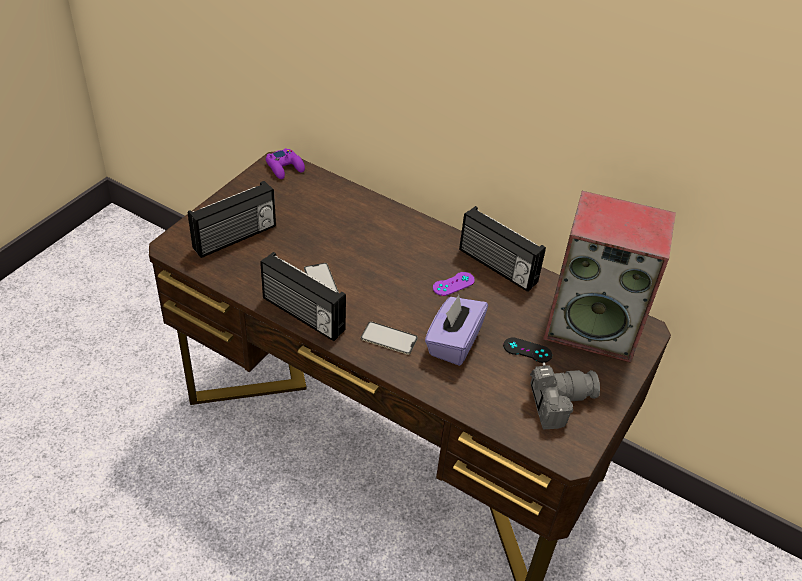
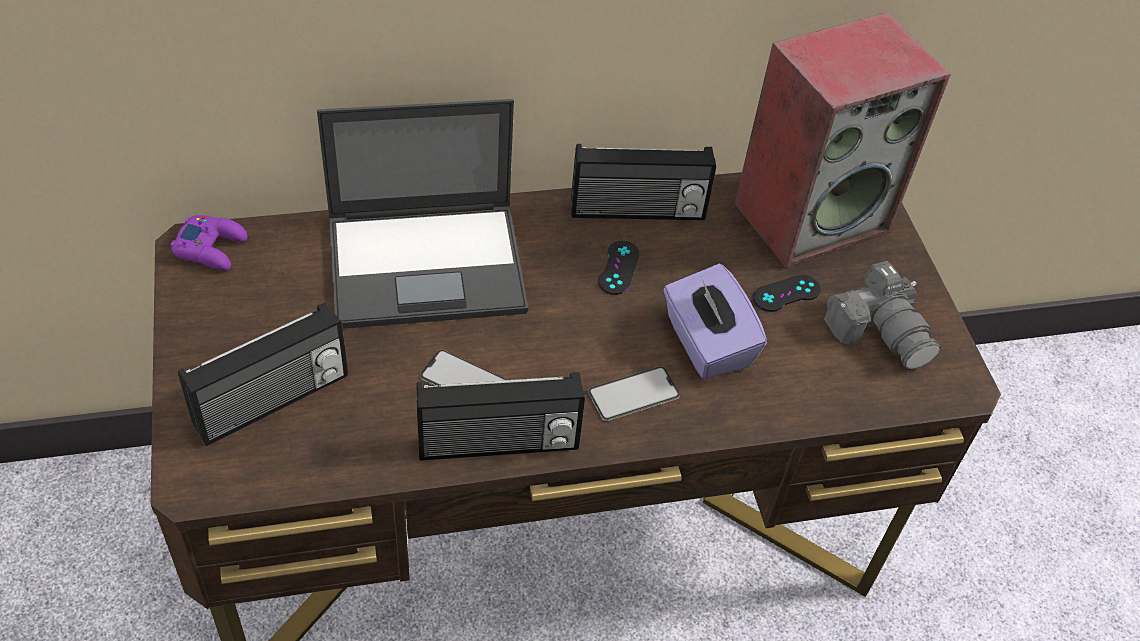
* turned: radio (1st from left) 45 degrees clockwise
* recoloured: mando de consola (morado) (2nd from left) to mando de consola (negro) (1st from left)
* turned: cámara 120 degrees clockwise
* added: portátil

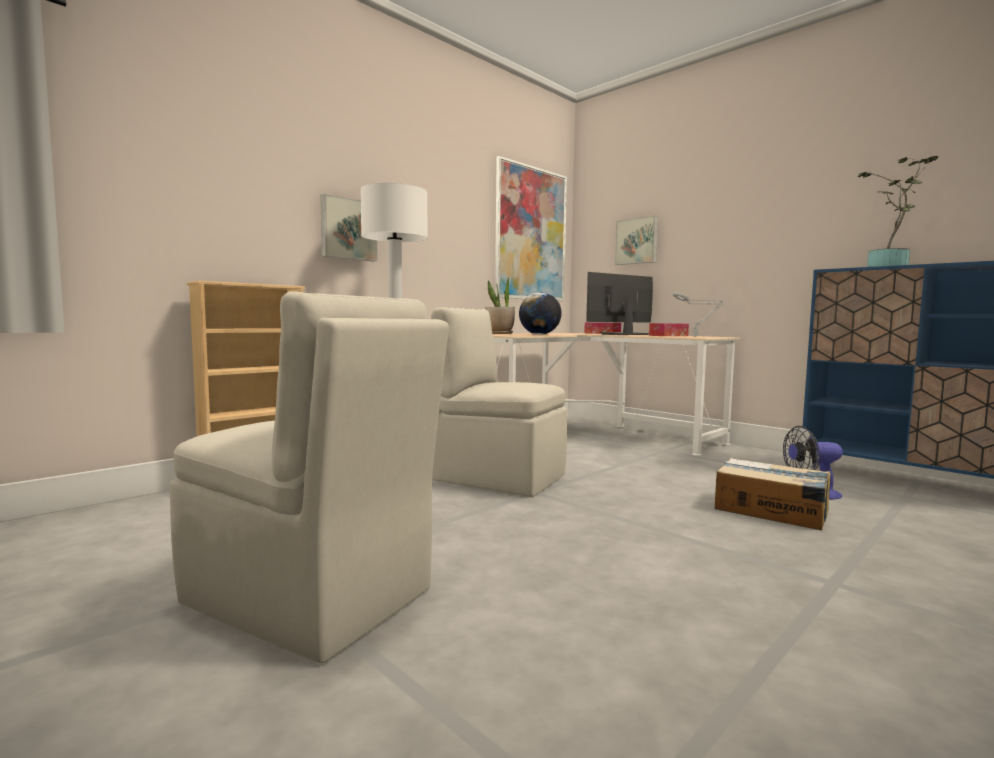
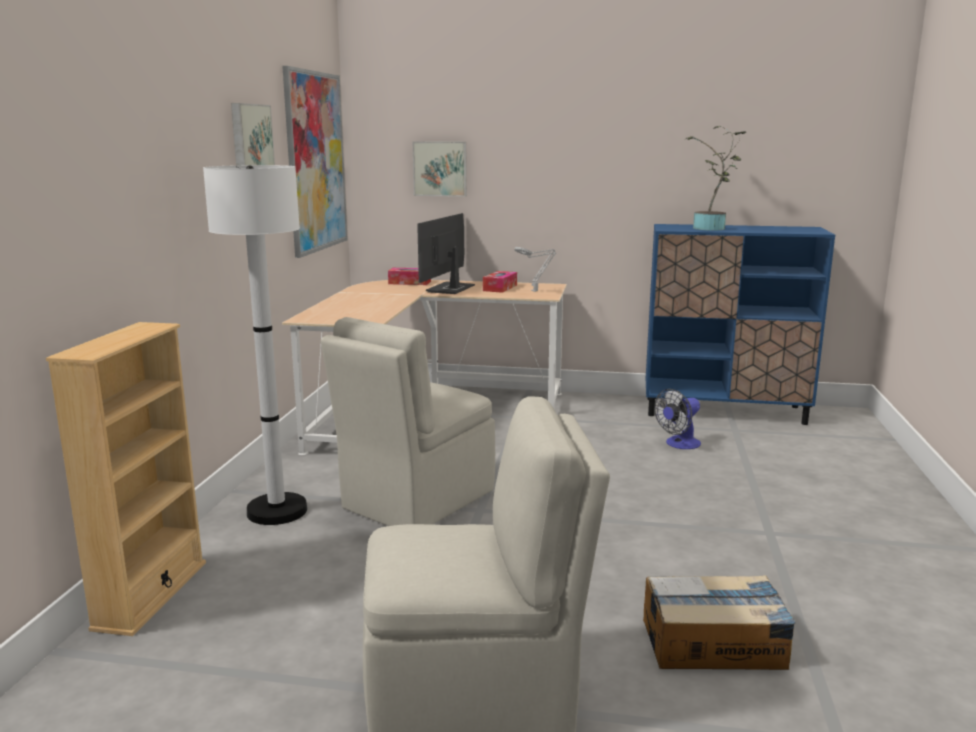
* moved: cuadro (1st from left)
* removed: planta en maceta (1st from left)
* removed: globo terráqueo
* turned: silla (beis) (2nd from left in the first image) 45 degrees counterclockwise
* moved: caja de cartón

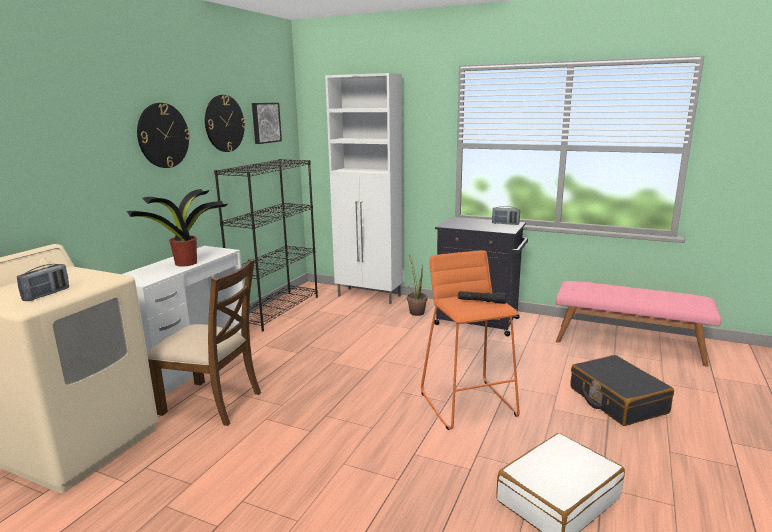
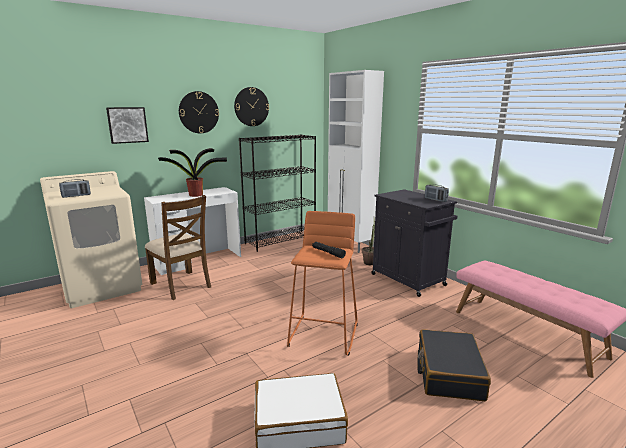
* moved: cuadro

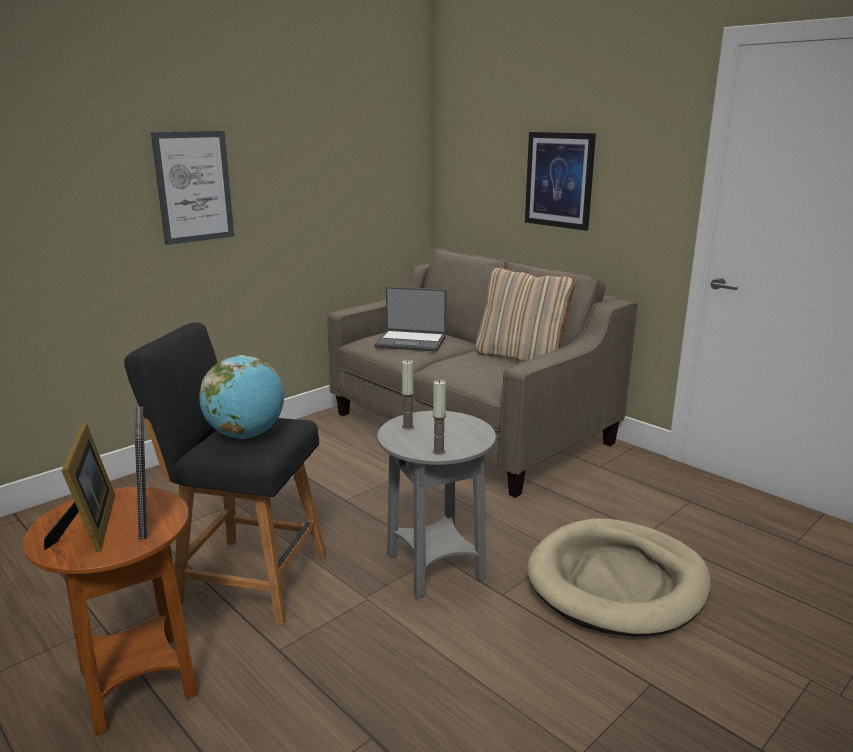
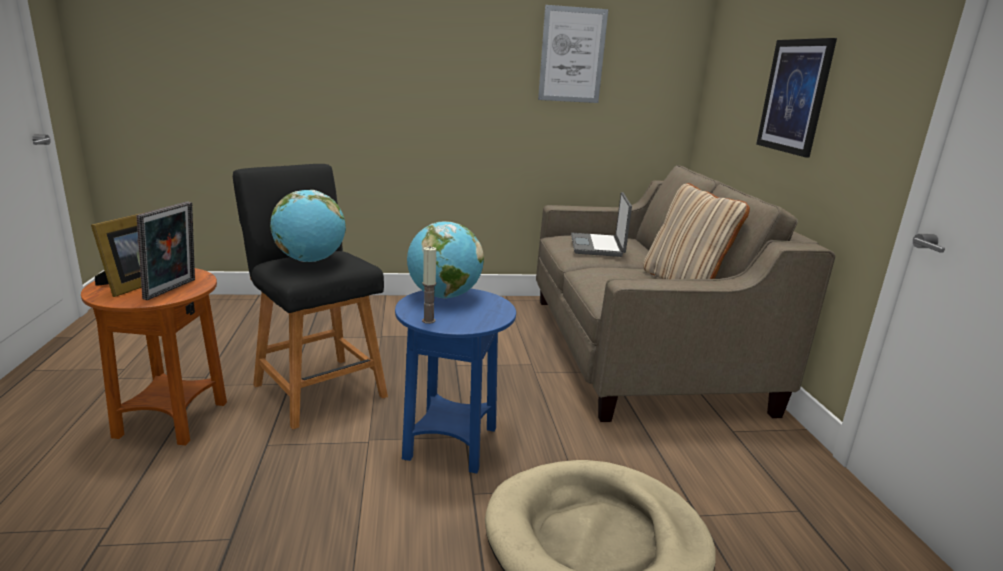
* moved: cuadro (1st from left)
* turned: portátil 45 degrees clockwise
* replaced: vela (1st from left) to globo terráqueo (2nd from left)
* recoloured: mesa auxiliar (gris) to mesa auxiliar (azul)

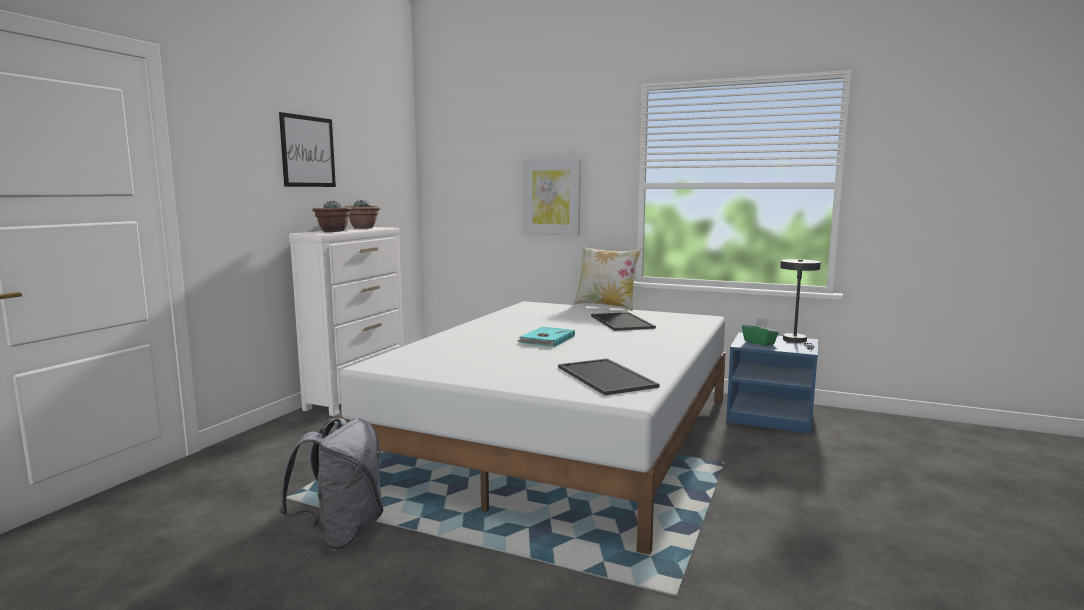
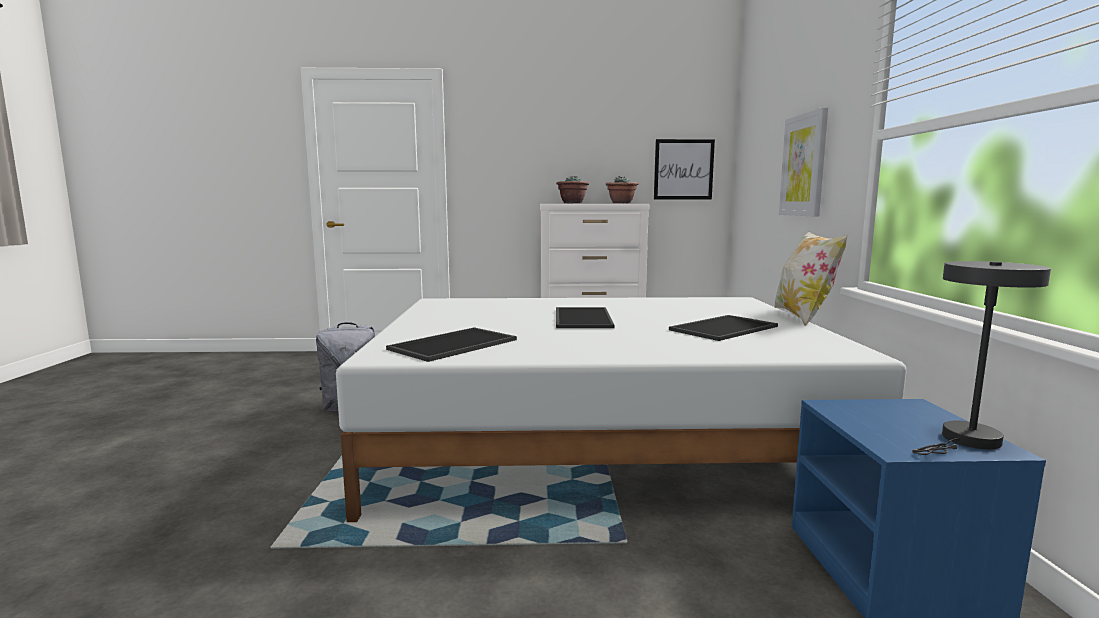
* moved: cuadro (1st from left)
* removed: caja de pañuelos (verde)
* replaced: libro (turquesa) to bandeja (2nd from left)

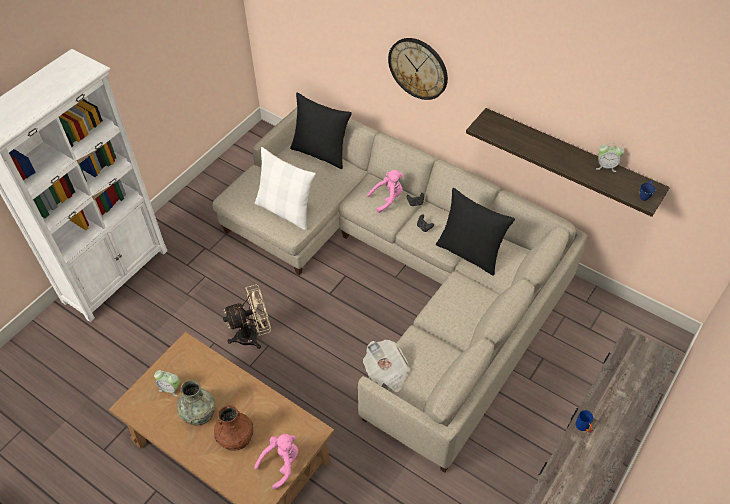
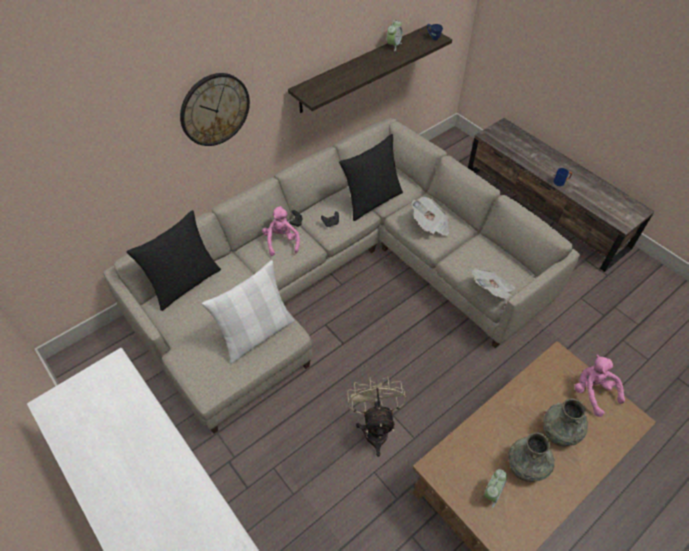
* recoloured: florero (marrón) to florero (gris) (2nd from left)
* added: periódico (1st from left)

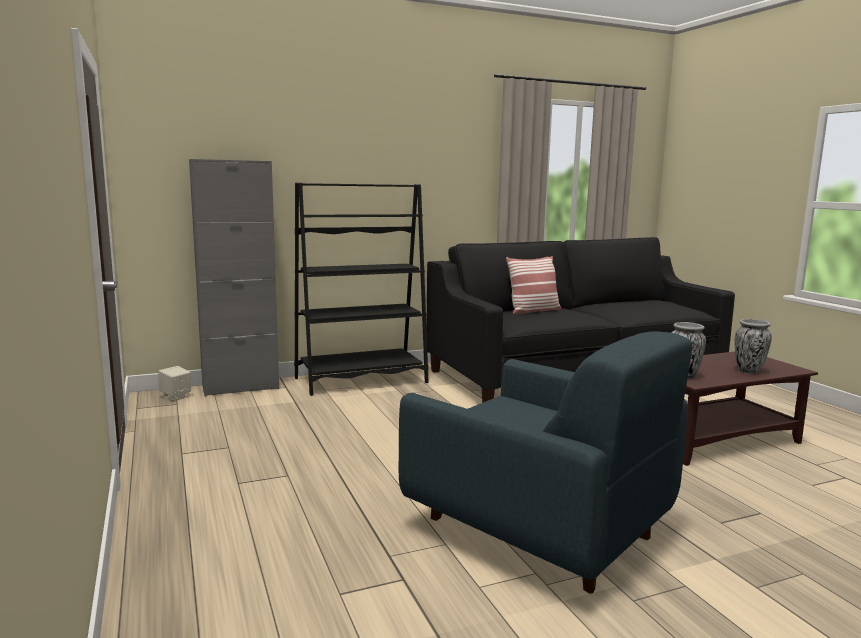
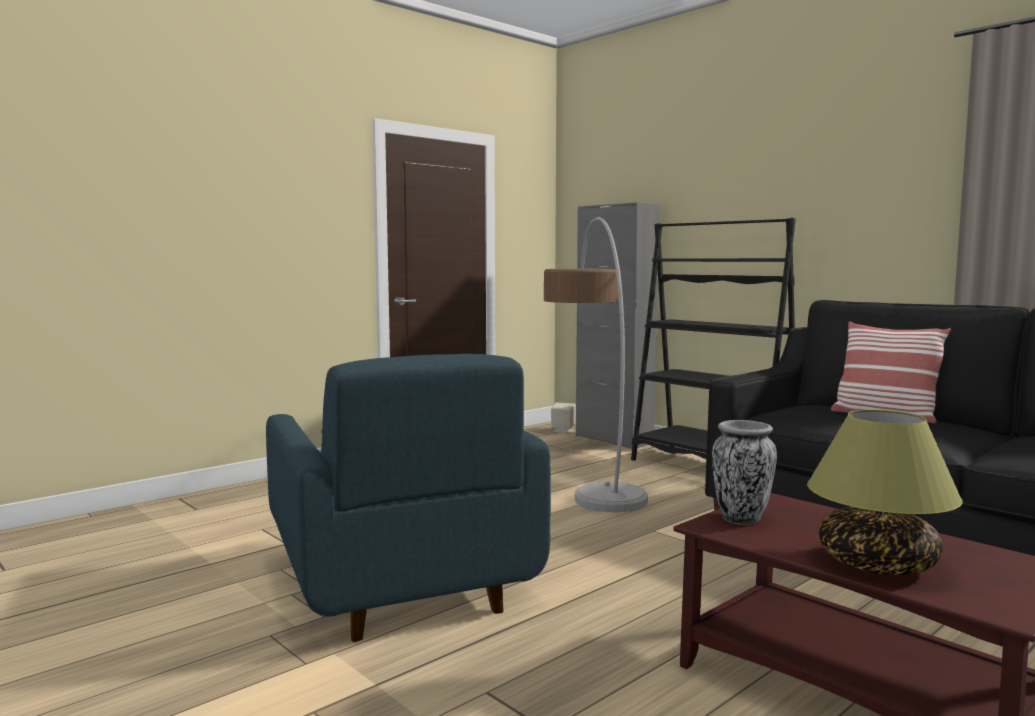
* replaced: florero (2nd from left) to lámpara de mesa
* turned: sillón (azul) 45 degrees counterclockwise
* added: lámpara de pie

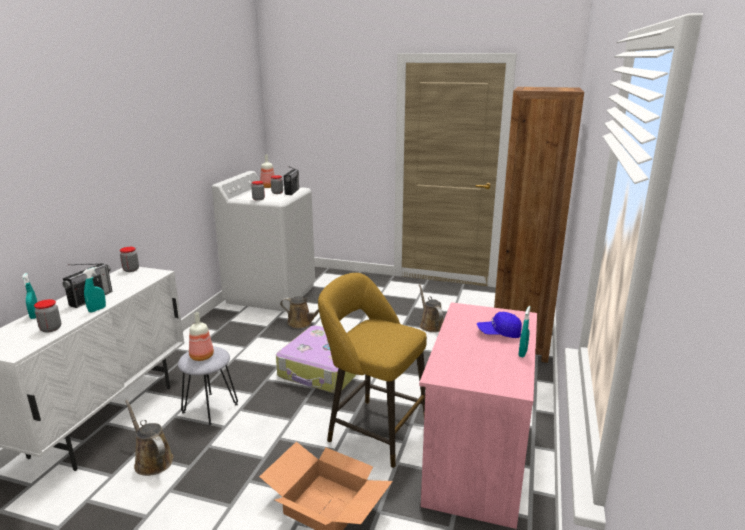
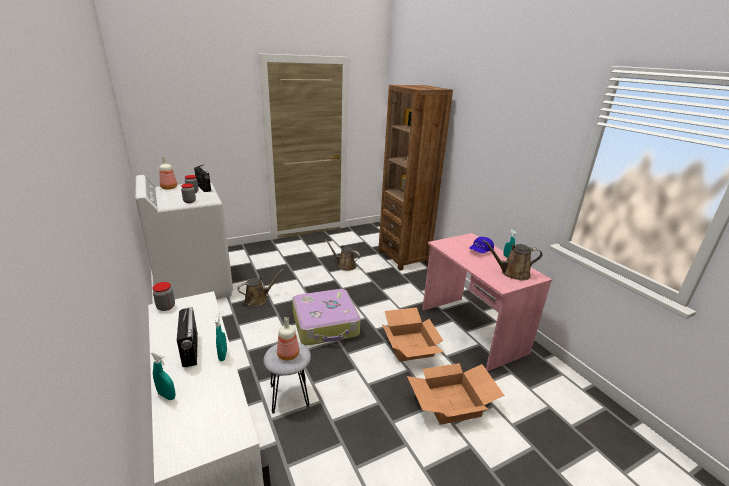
* replaced: taburete (amarillo) to caja de cartón (1st from left)
* removed: tarro (1st from left)
* moved: regadera (marrón) (1st from left in the first image) to regadera (marrón) (3rd from left)

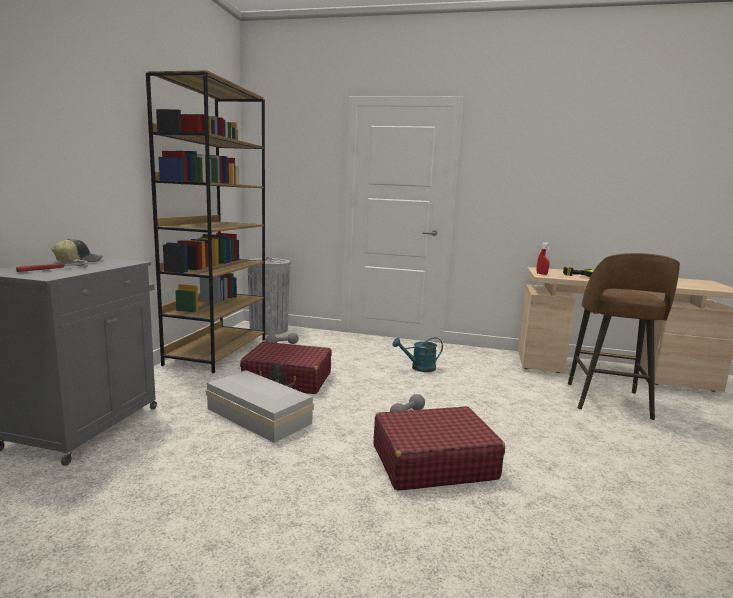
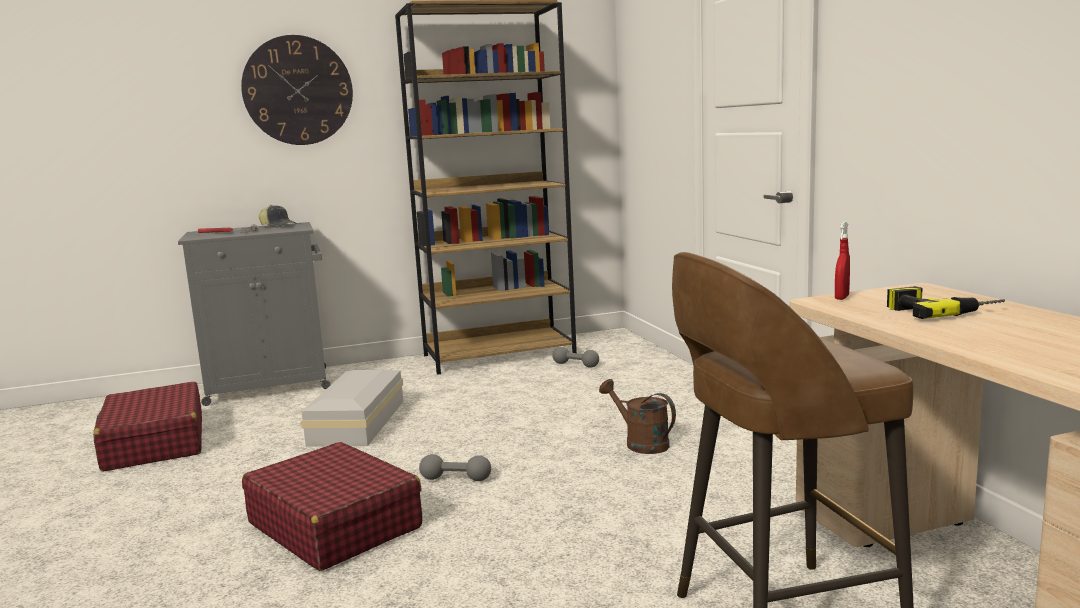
* removed: papelera (gris)
* recoloured: regadera (turquesa) to regadera (marrón)
* moved: maleta (rojo) (1st from left)
* added: reloj de pared

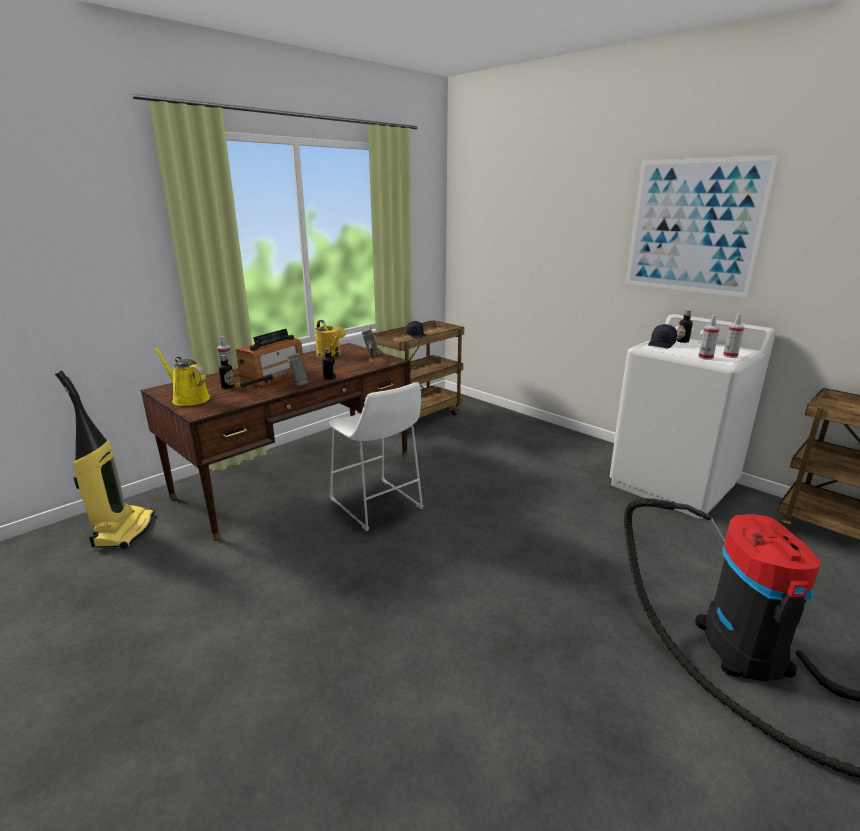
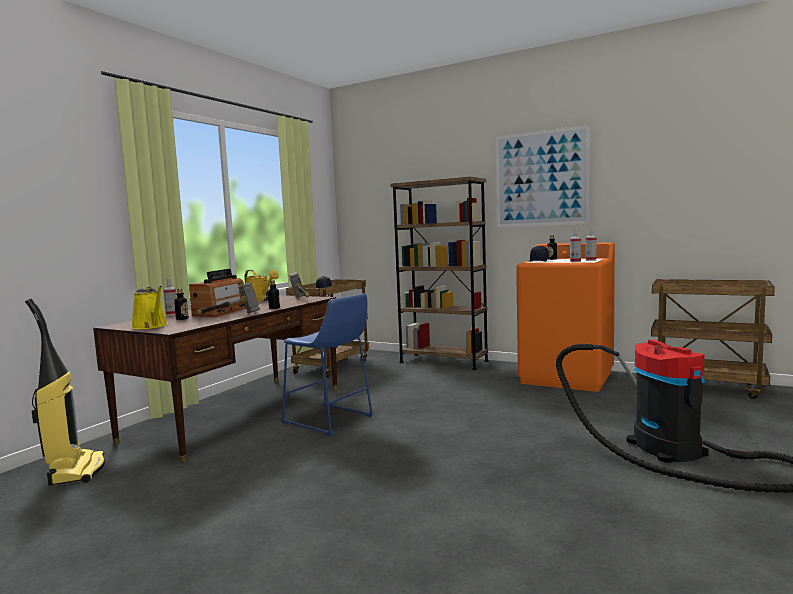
* recoloured: lavadora (blanco) to lavadora (naranja)
* turned: regadera (amarillo) (1st from left) 150 degrees counterclockwise
* recoloured: taburete (blanco) to taburete (azul)
* added: estantería (marrón)

